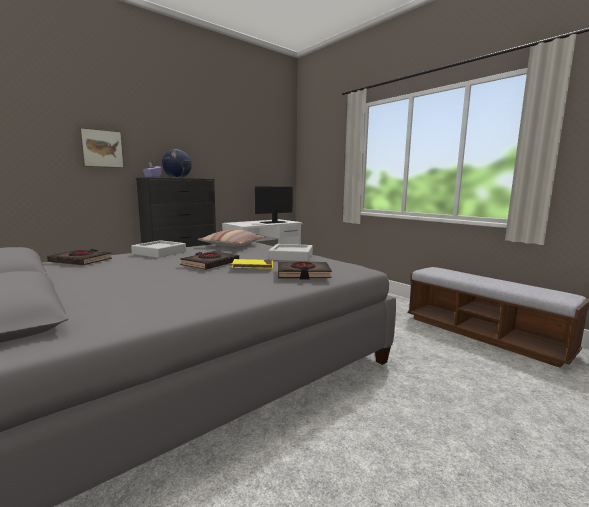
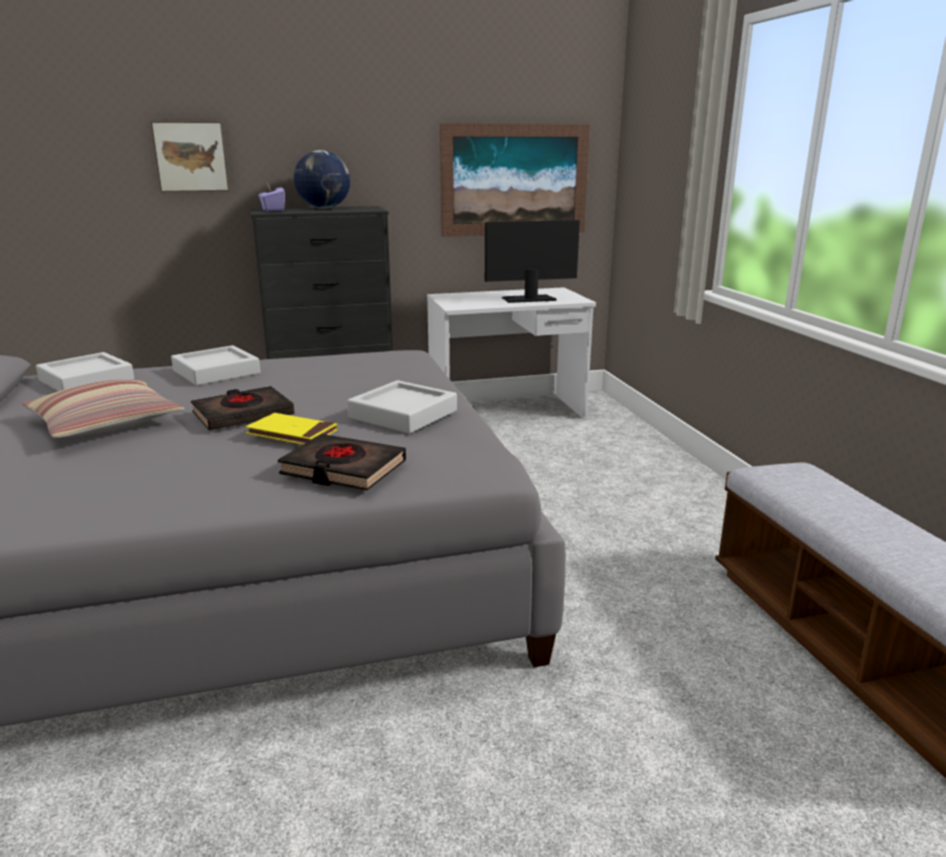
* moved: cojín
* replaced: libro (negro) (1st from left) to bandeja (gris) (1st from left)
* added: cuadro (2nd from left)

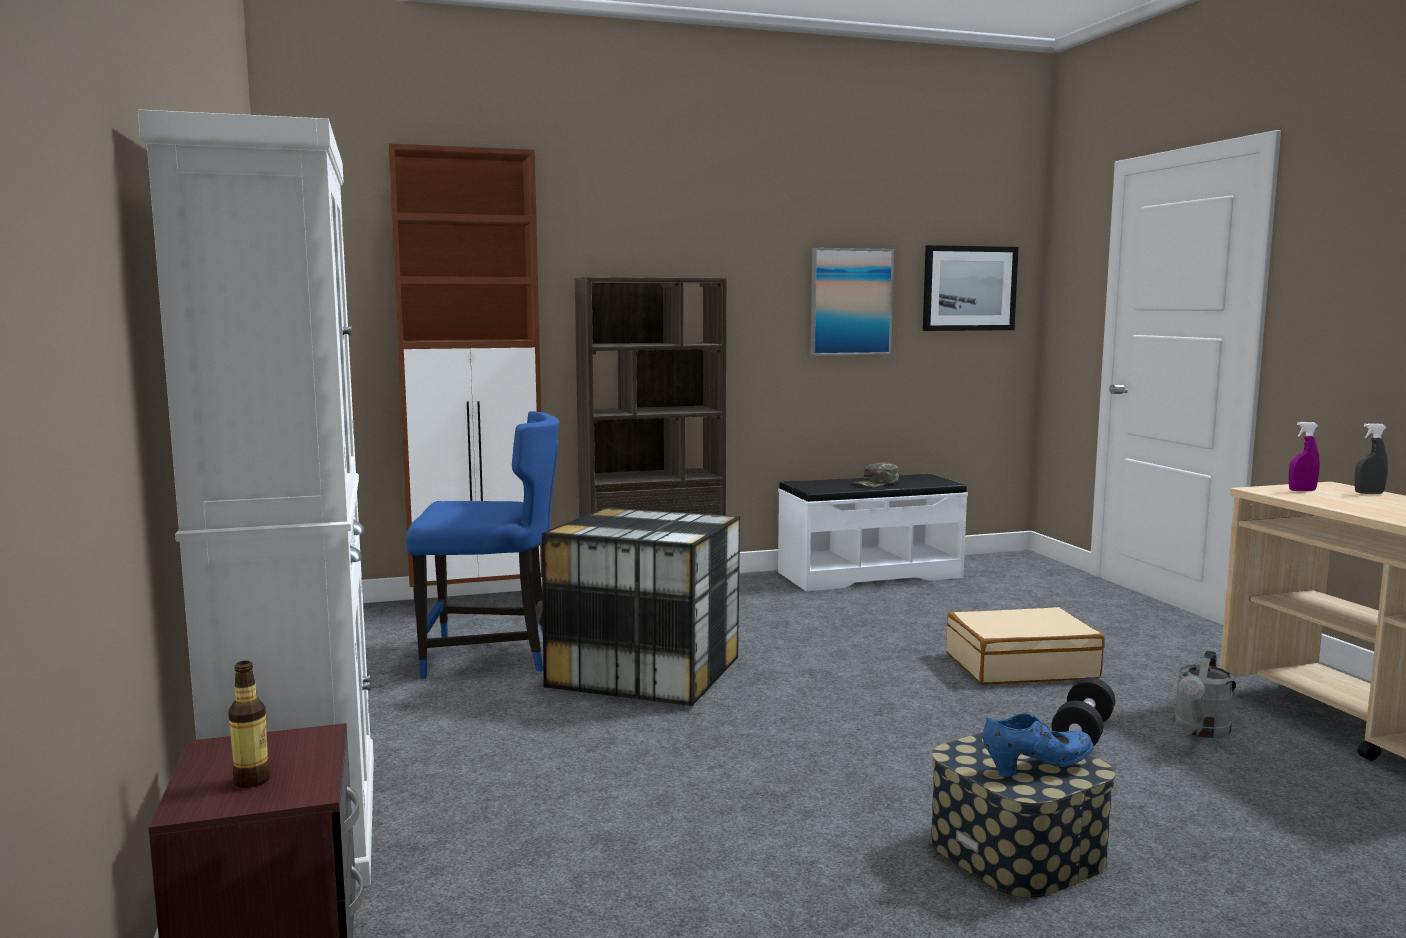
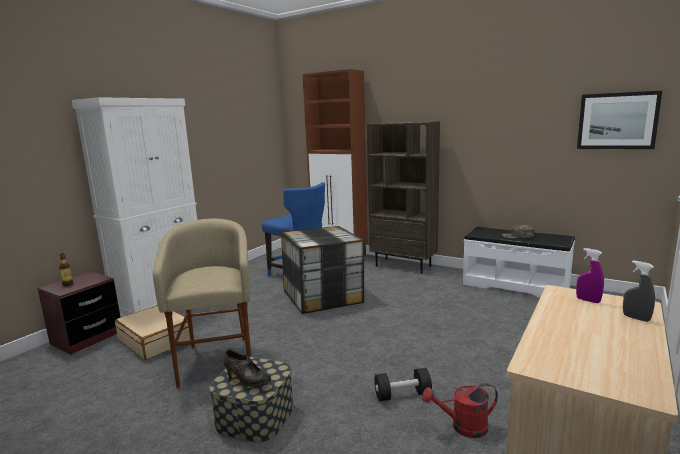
* removed: cuadro (1st from left)
* moved: maleta (beis)
* recoloured: regadera (gris) to regadera (rojo)
* recoloured: zapato (azul) to zapato (negro)
* added: taburete (beis)

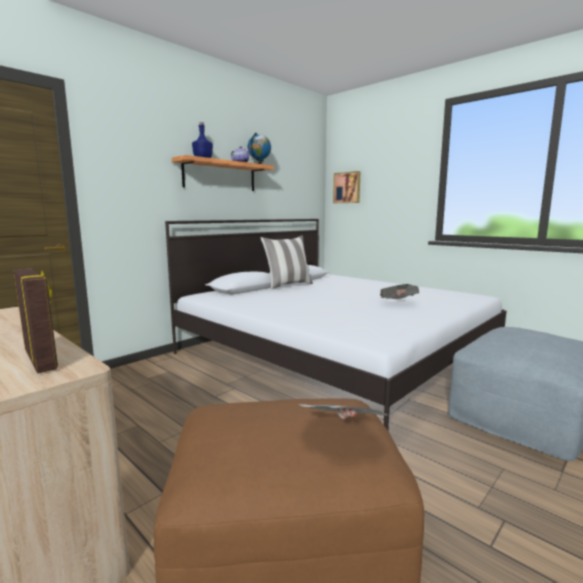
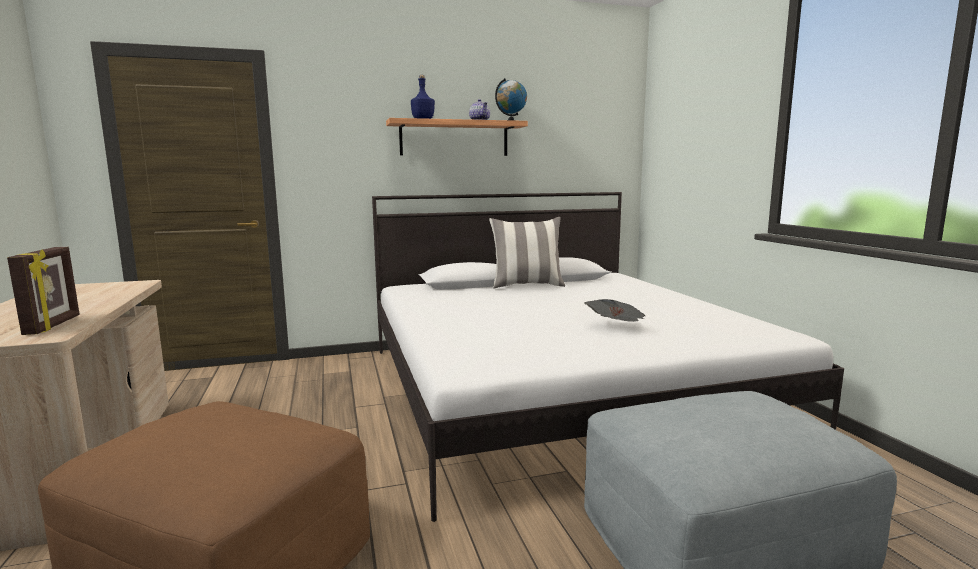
* removed: cuadro
* removed: periódico (1st from left)

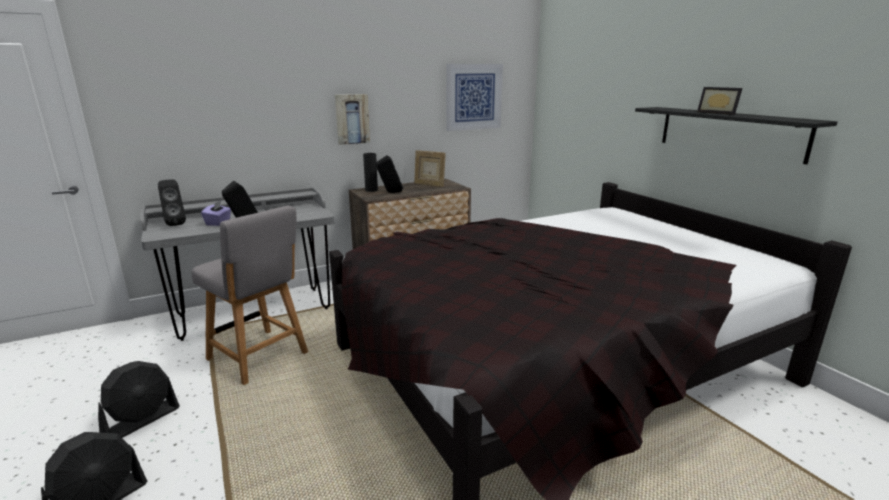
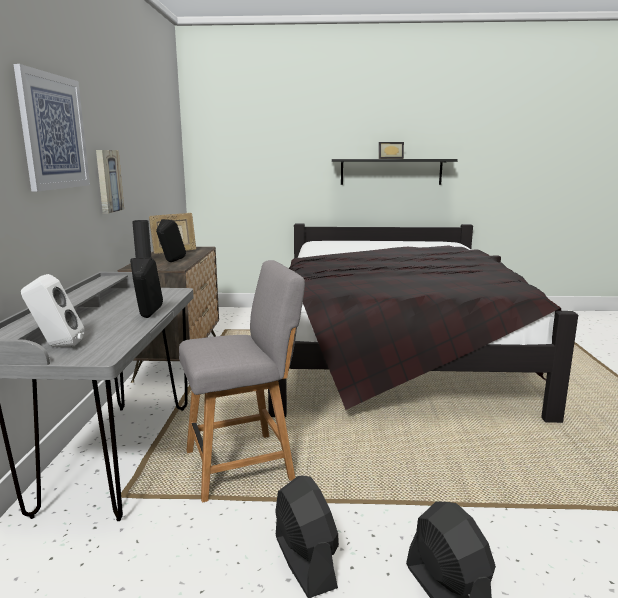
* moved: cuadro (2nd from left in the first image) to cuadro (1st from left)
* recoloured: altavoz (negro) (1st from left) to altavoz (blanco)
* removed: caja de pañuelos (morado)

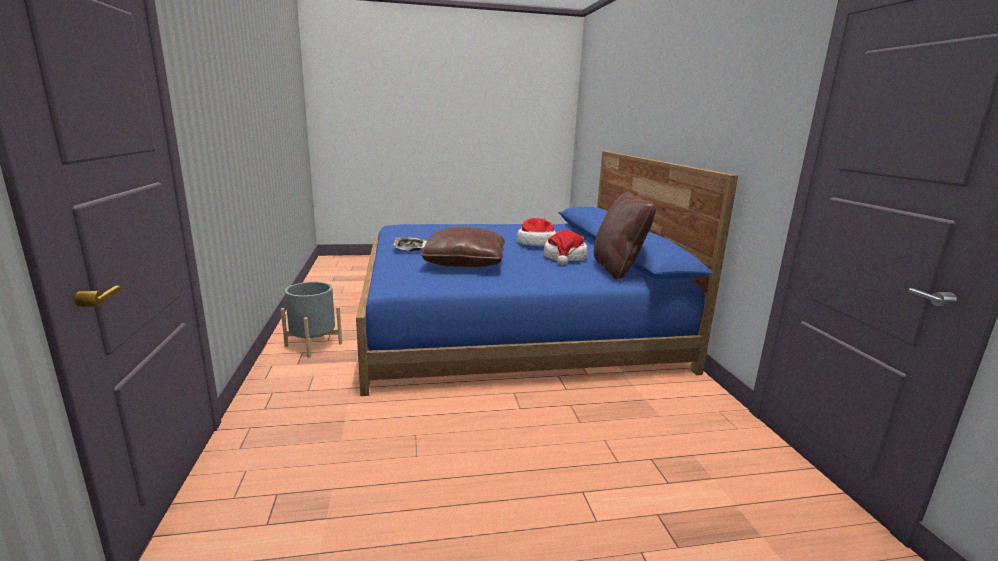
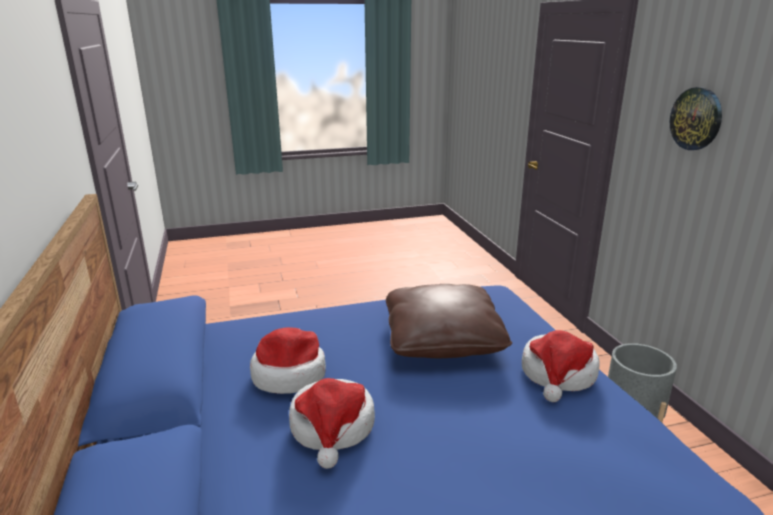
* removed: cojín (marrón) (2nd from left)
* replaced: bandeja to sombrero (3rd from left)
* added: reloj de pared

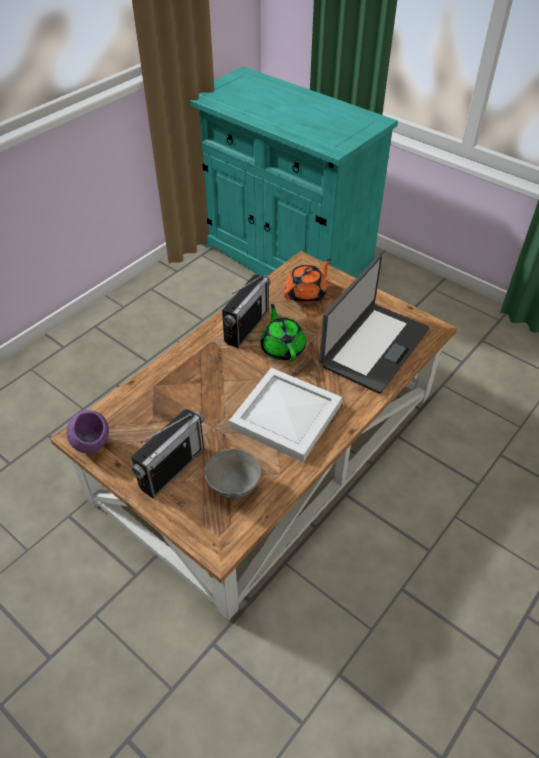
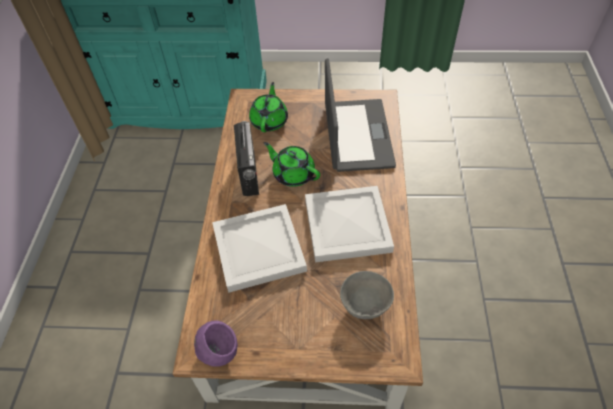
* recoloured: tetera (naranja) to tetera (verde) (1st from left)
* removed: radio (1st from left)
* added: bandeja (blanco) (1st from left)

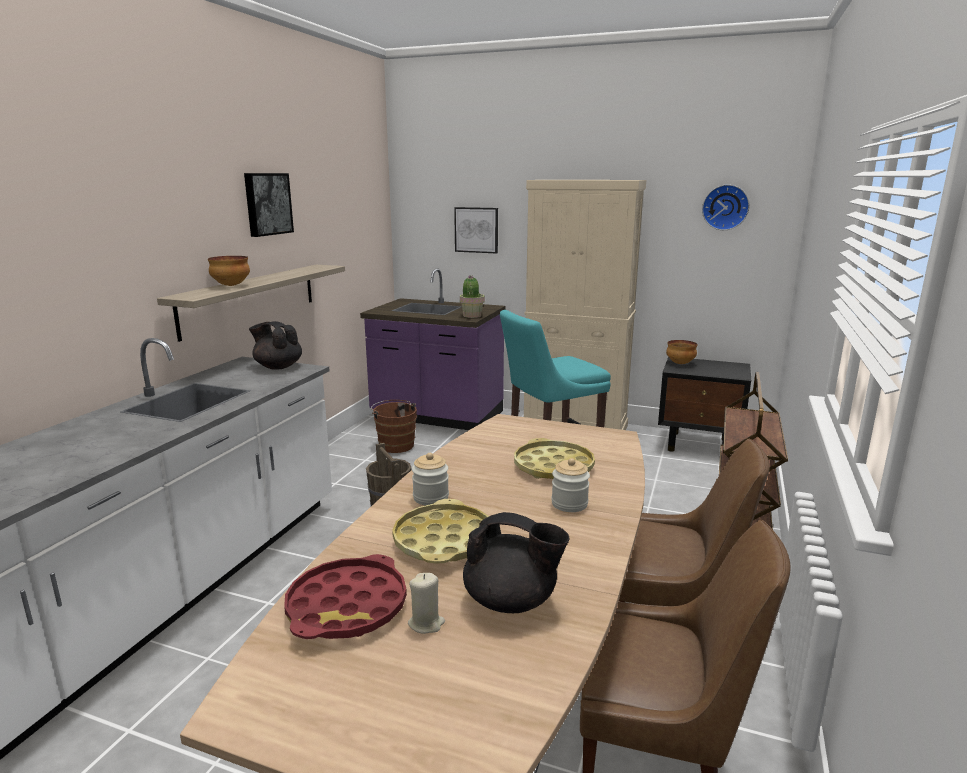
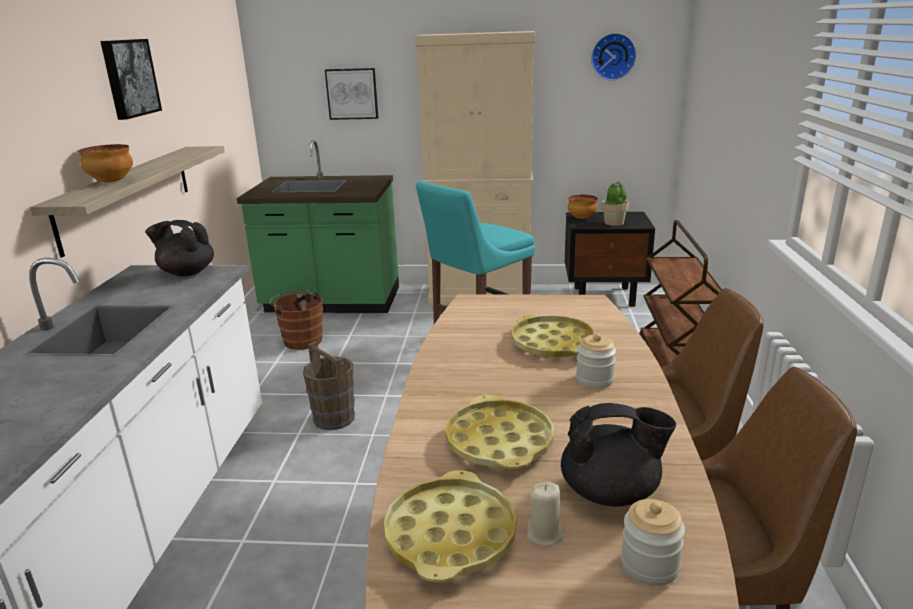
* recoloured: mueble bajo de cocina (morado) to mueble bajo de cocina (verde)
* moved: planta en maceta
* moved: tarro (1st from left in the first image) to tarro (2nd from left)
* recoloured: bandeja (rojo) to bandeja (amarillo) (1st from left)

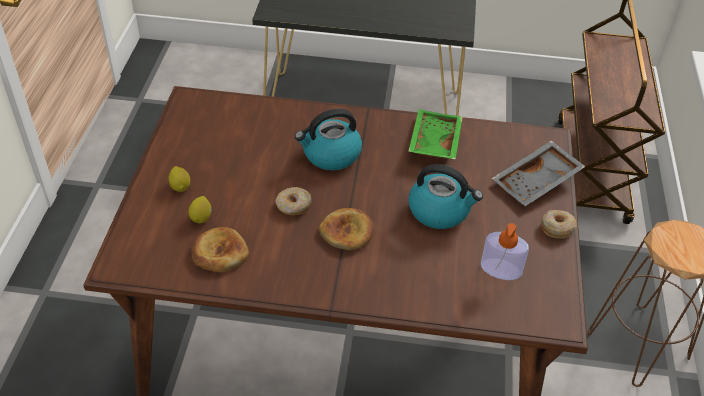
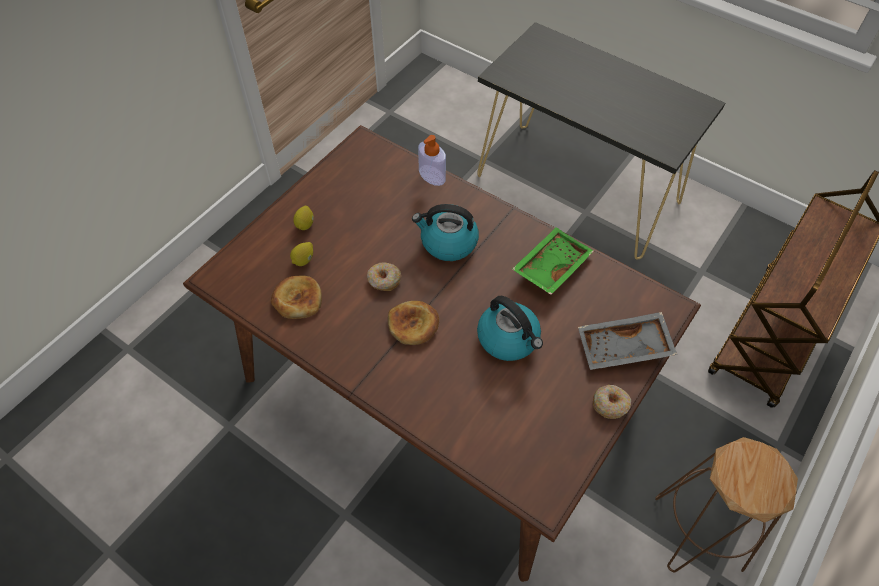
* moved: dispensador de jabón

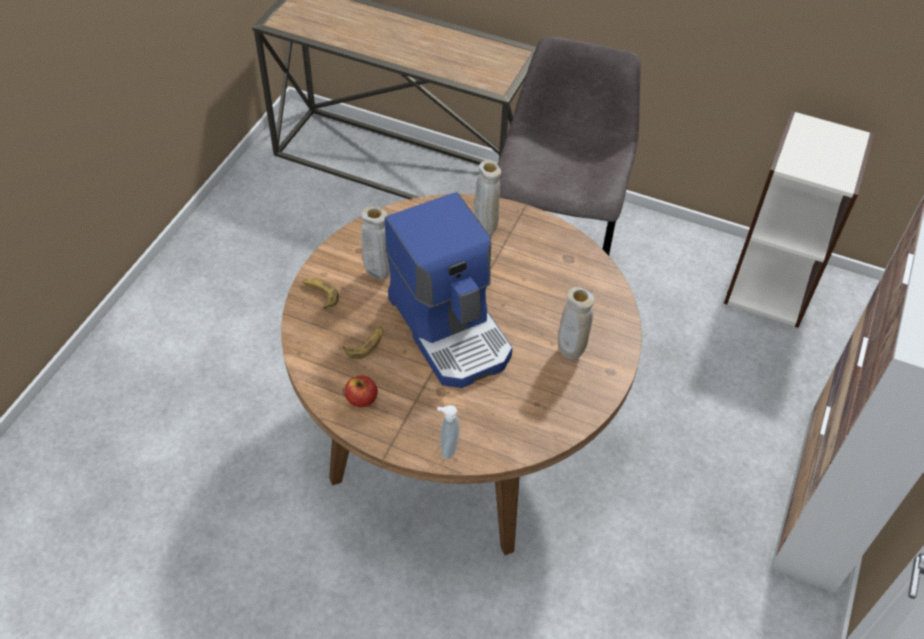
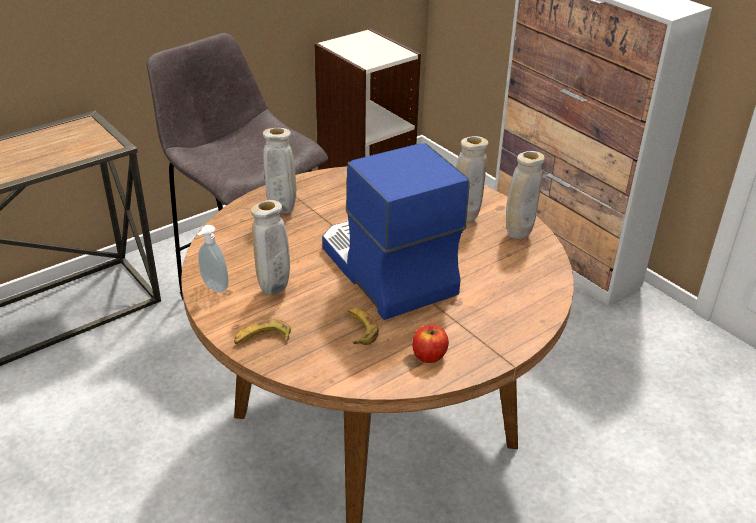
* turned: cafetera 120 degrees counterclockwise
* moved: dispensador de jabón
* added: florero (beis) (4th from left)

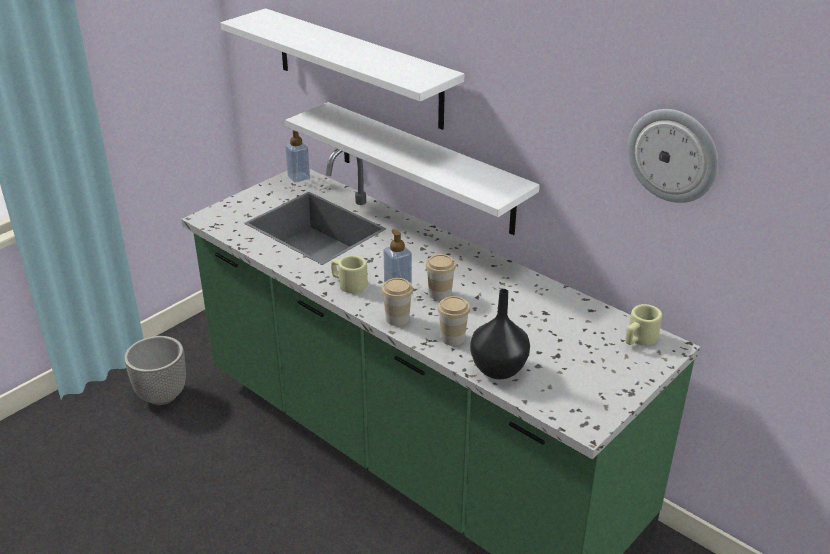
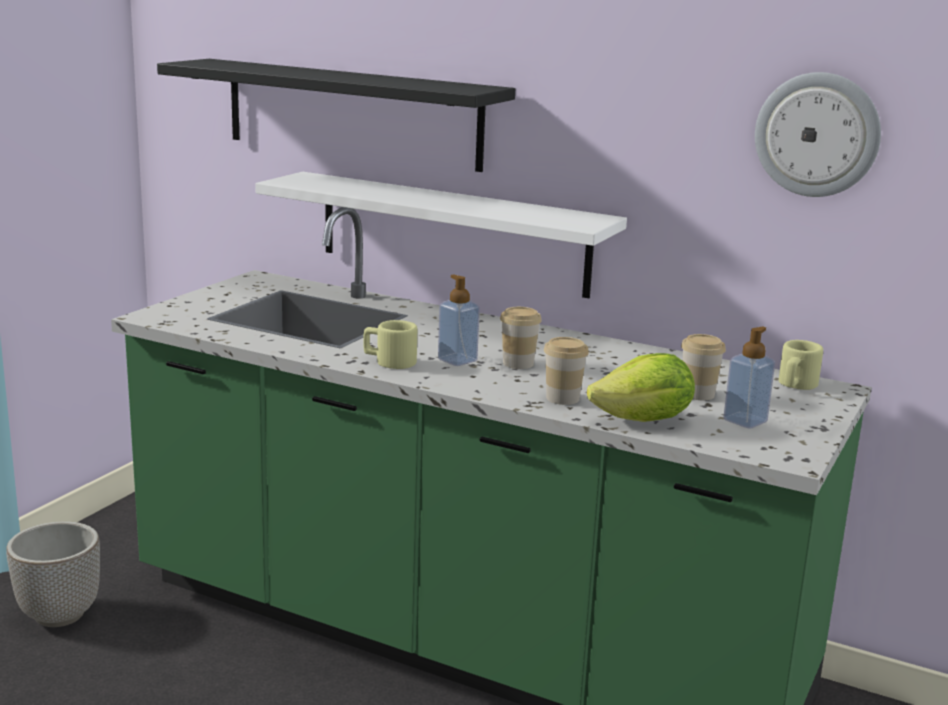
* recoloured: estante (blanco) (1st from left) to estante (negro)
* moved: dispensador de jabón (1st from left in the first image) to dispensador de jabón (2nd from left)
* moved: taza (1st from left in the first image) to taza (3rd from left)
* replaced: florero (negro) to lechuga

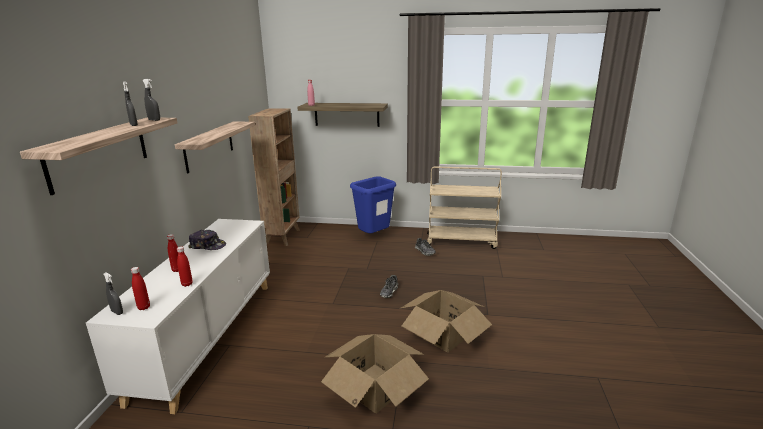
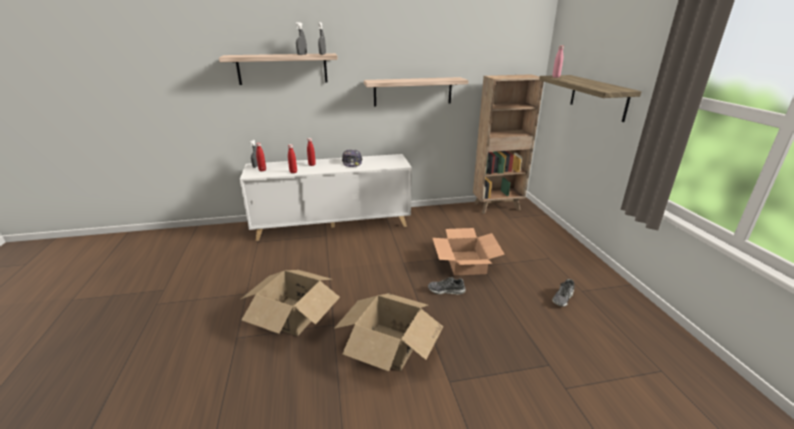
* removed: carrito (beis)
* removed: papelera (azul)
* added: caja de cartón (3rd from left)

